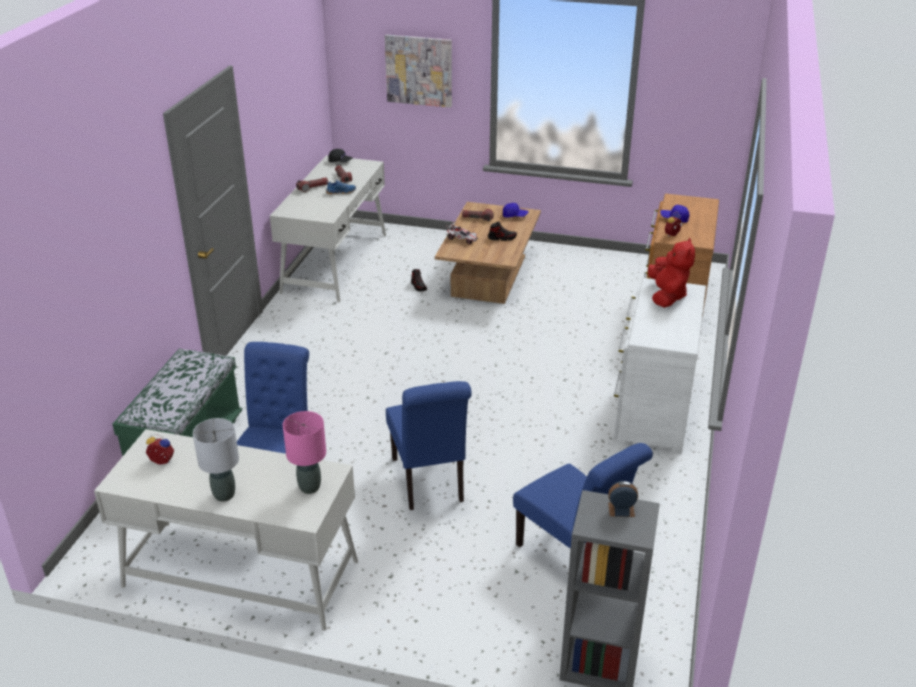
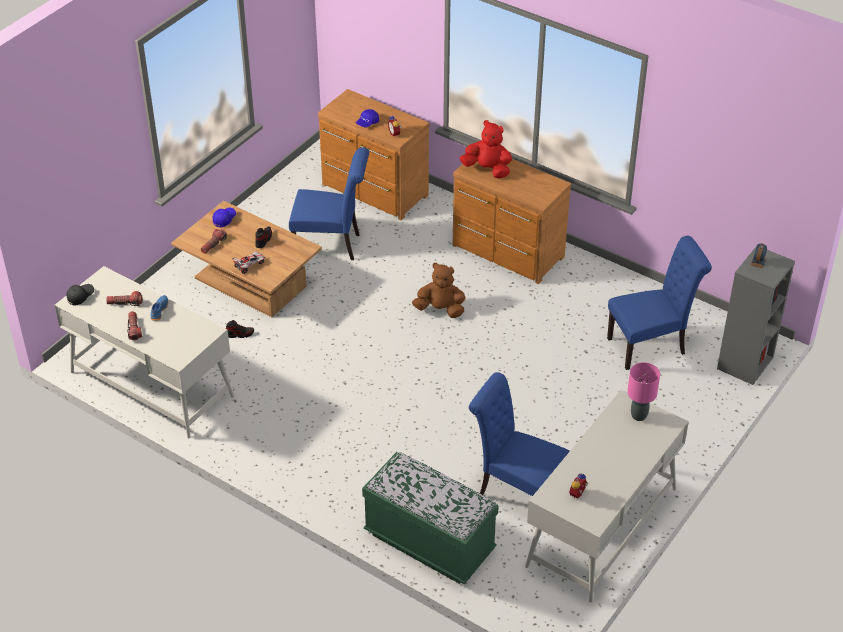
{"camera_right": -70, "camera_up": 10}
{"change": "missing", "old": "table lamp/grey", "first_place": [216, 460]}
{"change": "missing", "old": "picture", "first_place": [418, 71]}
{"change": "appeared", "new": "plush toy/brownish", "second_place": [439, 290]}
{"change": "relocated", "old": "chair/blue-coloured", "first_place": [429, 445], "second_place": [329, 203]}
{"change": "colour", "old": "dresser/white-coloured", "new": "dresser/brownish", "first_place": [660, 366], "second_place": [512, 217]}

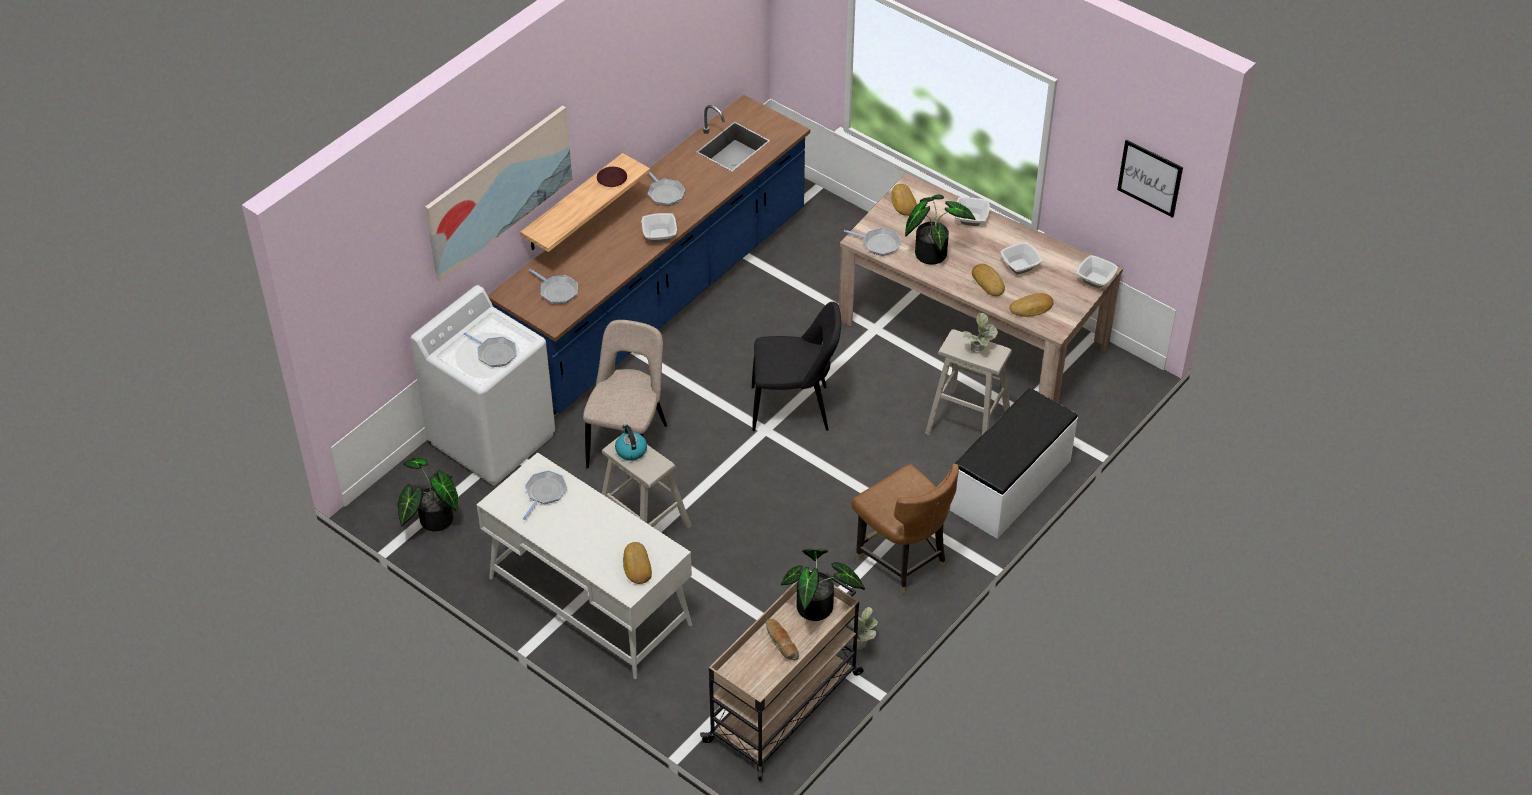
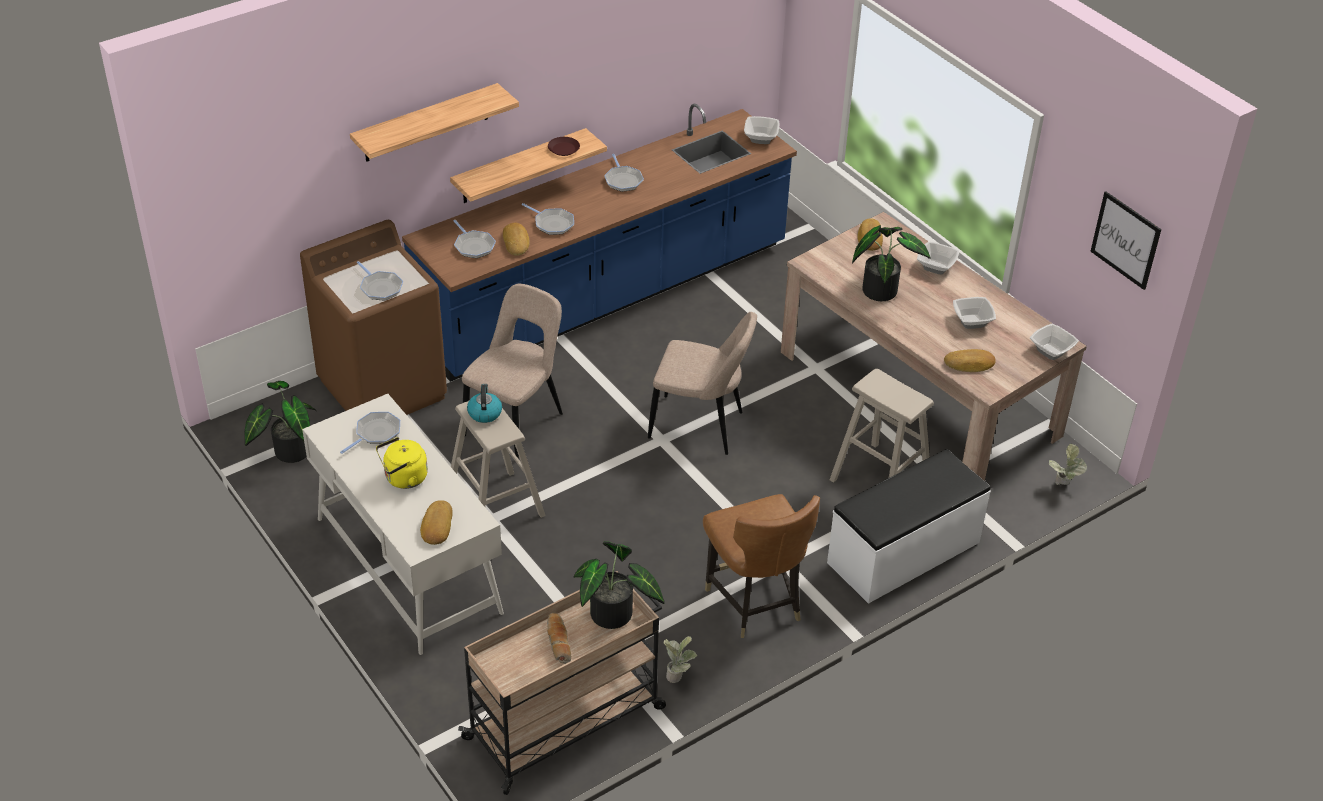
{"camera_right": 15, "camera_up": -5}
{"change": "appeared", "new": "kettle/yellowish", "second_place": [402, 463]}
{"change": "relocated", "old": "deep dish", "first_place": [659, 228], "second_place": [762, 130]}
{"change": "relocated", "old": "pan", "first_place": [872, 242], "second_place": [547, 219]}
{"change": "relocated", "old": "plant in a pot", "first_place": [980, 332], "second_place": [1068, 464]}
{"change": "relocated", "old": "baked bread", "first_place": [988, 280], "second_place": [516, 239]}
{"change": "exchanged", "old": "picture", "new": "wall shelf", "first_place": [498, 193], "second_place": [434, 122]}
{"change": "colour", "old": "washing machine/white-coloured", "new": "washing machine/brownish", "first_place": [482, 385], "second_place": [373, 317]}
{"change": "colour", "old": "chair/black-coloured", "new": "chair/sand-coloured", "first_place": [796, 366], "second_place": [702, 383]}

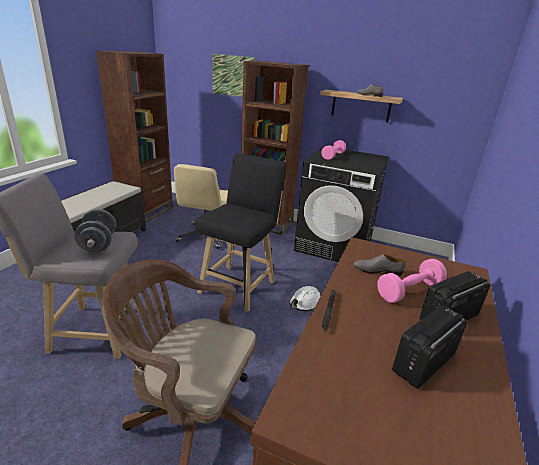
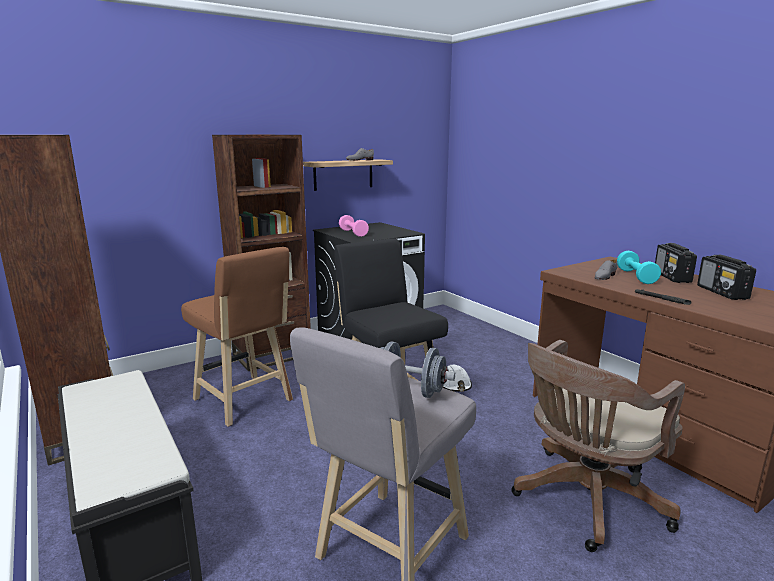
{"camera_right": -55, "camera_up": -10}
{"change": "missing", "old": "picture", "first_place": [233, 75]}
{"change": "exchanged", "old": "desk chair/sand-coloured", "new": "sitting stool/brownish", "first_place": [201, 206], "second_place": [237, 337]}
{"change": "colour", "old": "free weight/pinkish", "new": "free weight/turquoise-coloured", "first_place": [412, 281], "second_place": [639, 267]}

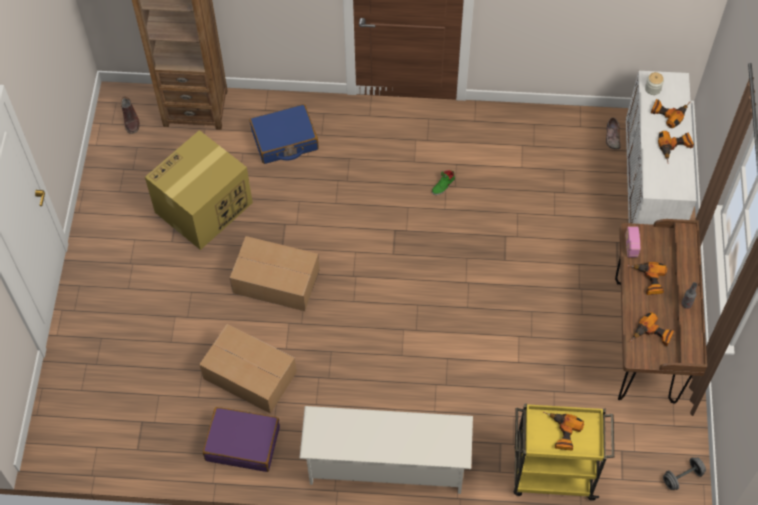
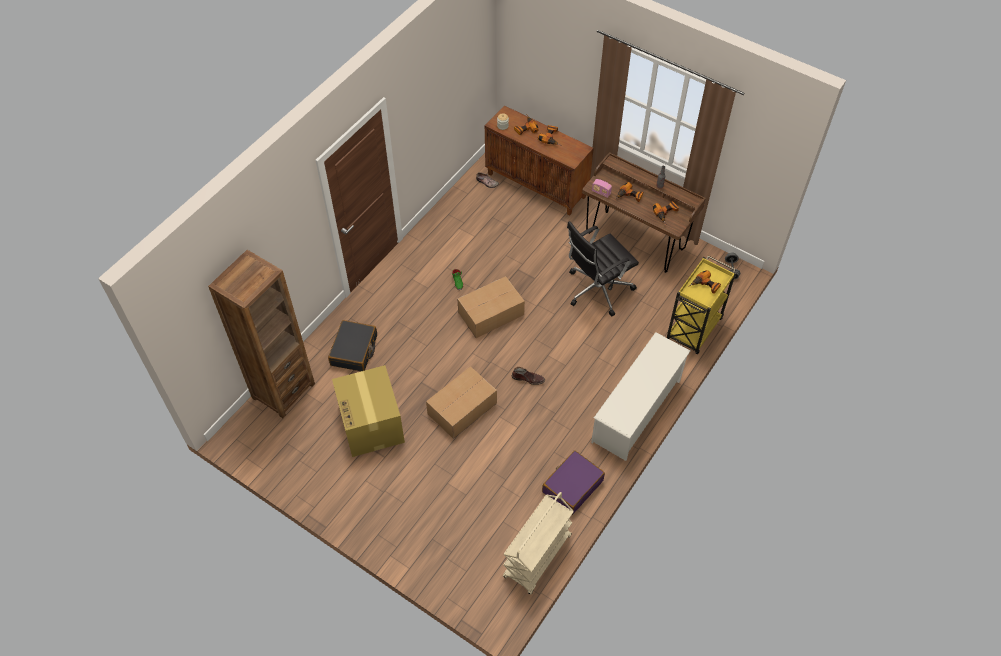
{"camera_right": -60, "camera_up": -5}
{"change": "appeared", "new": "trolley/sand-coloured", "second_place": [538, 543]}
{"change": "appeared", "new": "desk chair/black-coloured", "second_place": [603, 268]}
{"change": "relocated", "old": "tall boot/brownish", "first_place": [130, 115], "second_place": [528, 376]}
{"change": "relocated", "old": "carton", "first_place": [248, 369], "second_place": [491, 307]}
{"change": "colour", "old": "suitcase/blue-coloured", "new": "suitcase/black-coloured", "first_place": [284, 134], "second_place": [352, 345]}
{"change": "colour", "old": "cabinet/white-coloured", "new": "cabinet/brownish", "first_place": [661, 148], "second_place": [539, 160]}

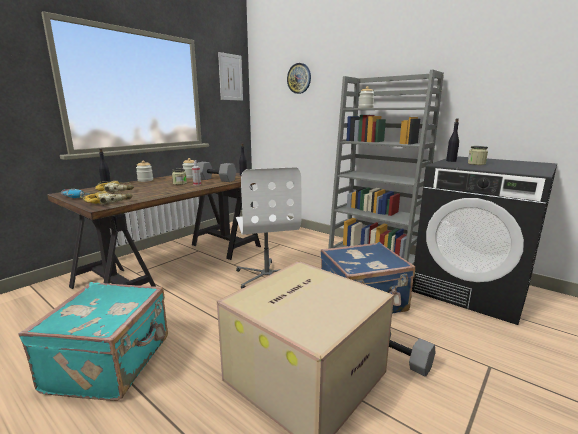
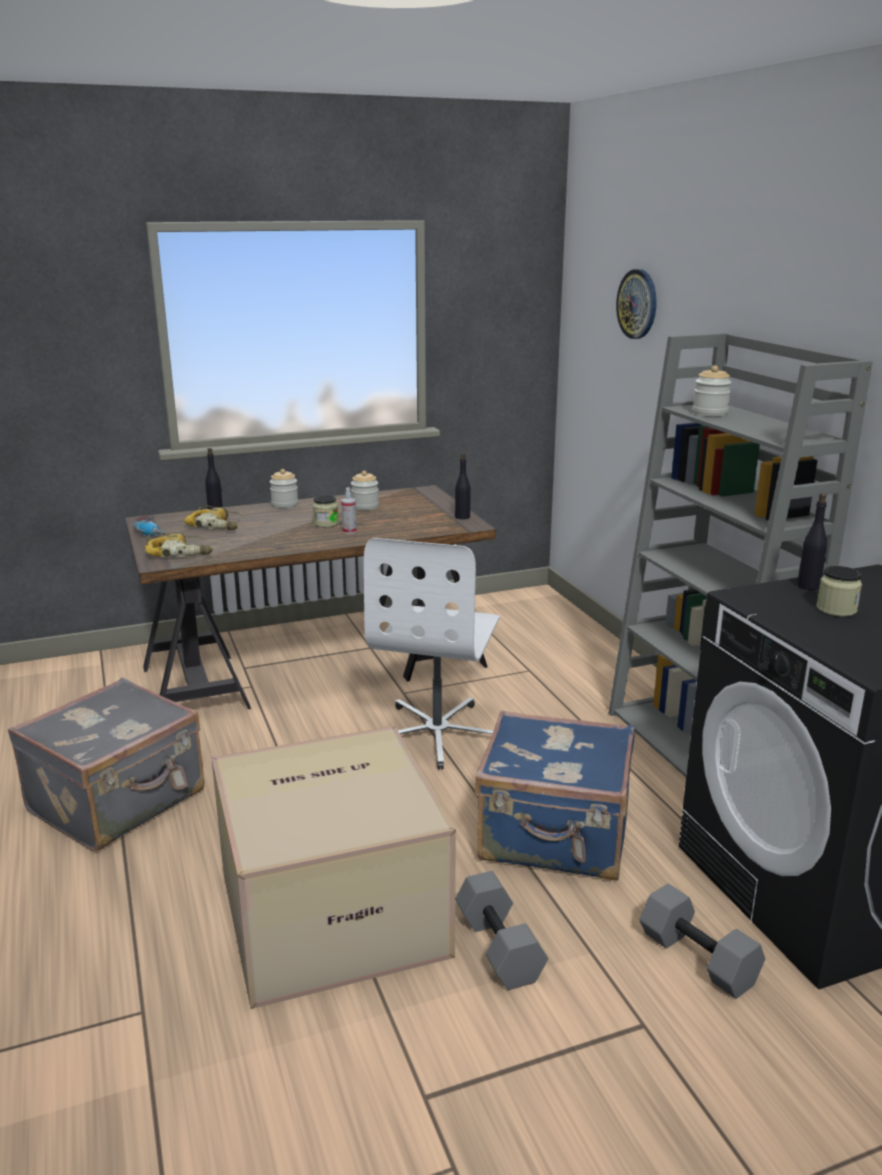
{"camera_right": 30, "camera_up": 5}
{"change": "missing", "old": "picture", "first_place": [230, 76]}
{"change": "relocated", "old": "free weight/grey", "first_place": [216, 172], "second_place": [702, 941]}
{"change": "colour", "old": "suitcase/turquoise-coloured", "new": "suitcase/grey", "first_place": [93, 341], "second_place": [106, 764]}

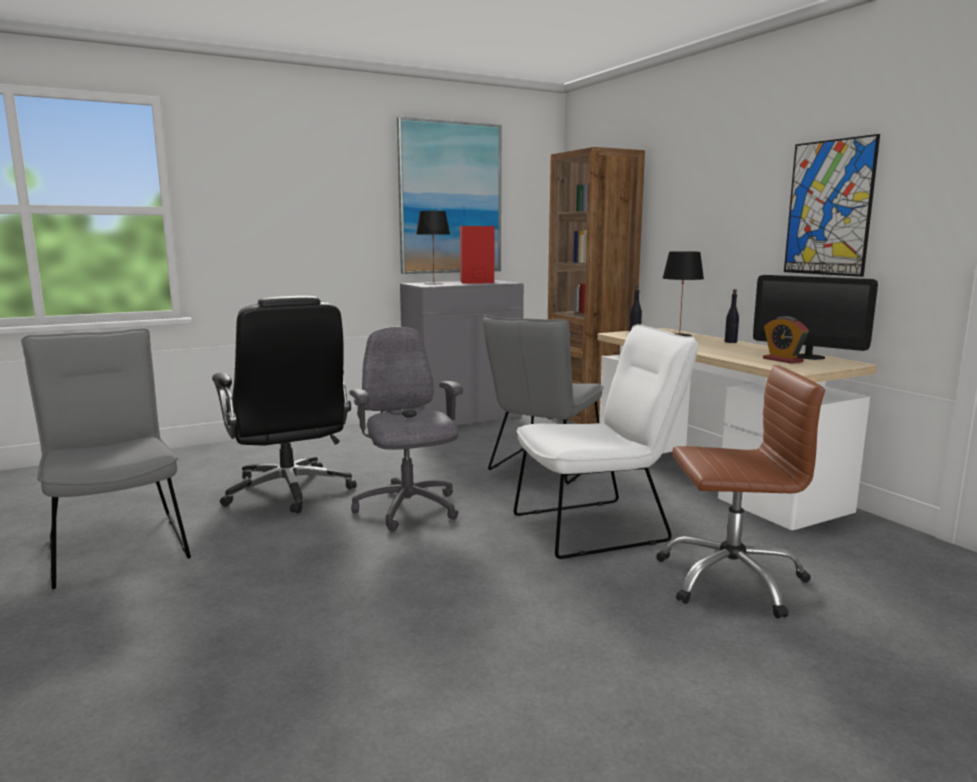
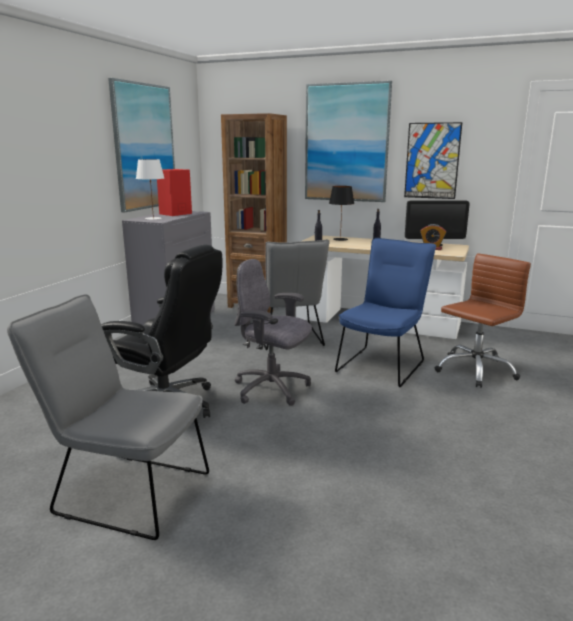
{"camera_right": -40, "camera_up": 5}
{"change": "appeared", "new": "picture", "second_place": [348, 141]}
{"change": "colour", "old": "table lamp/black-coloured", "new": "table lamp/white-coloured", "first_place": [433, 248], "second_place": [150, 189]}
{"change": "colour", "old": "chair/white-coloured", "new": "chair/blue-coloured", "first_place": [606, 441], "second_place": [385, 312]}

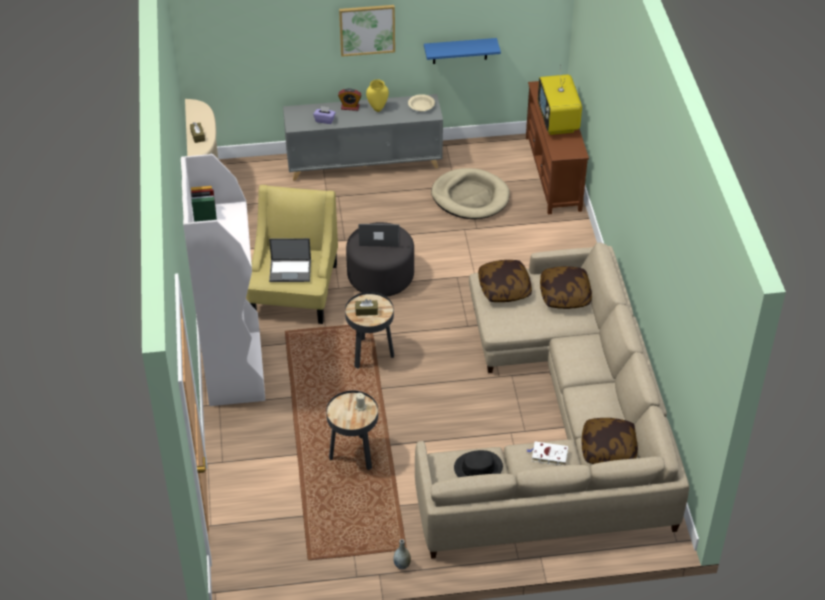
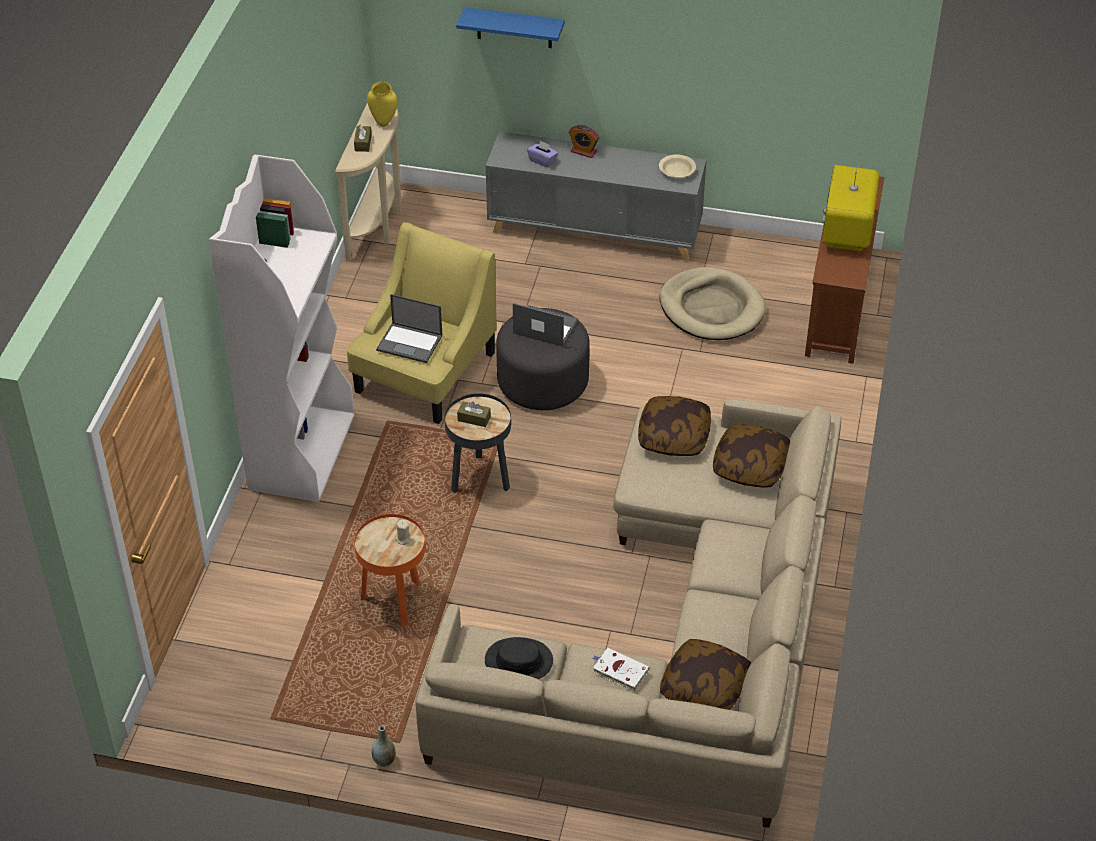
{"camera_right": 20, "camera_up": 0}
{"change": "missing", "old": "picture", "first_place": [367, 31]}
{"change": "relocated", "old": "vase/yellowish", "first_place": [377, 95], "second_place": [382, 104]}
{"change": "relocated", "old": "wall shelf/blue-coloured", "first_place": [462, 51], "second_place": [510, 27]}
{"change": "colour", "old": "end table/black-coloured", "new": "end table/orange", "first_place": [352, 430], "second_place": [389, 570]}

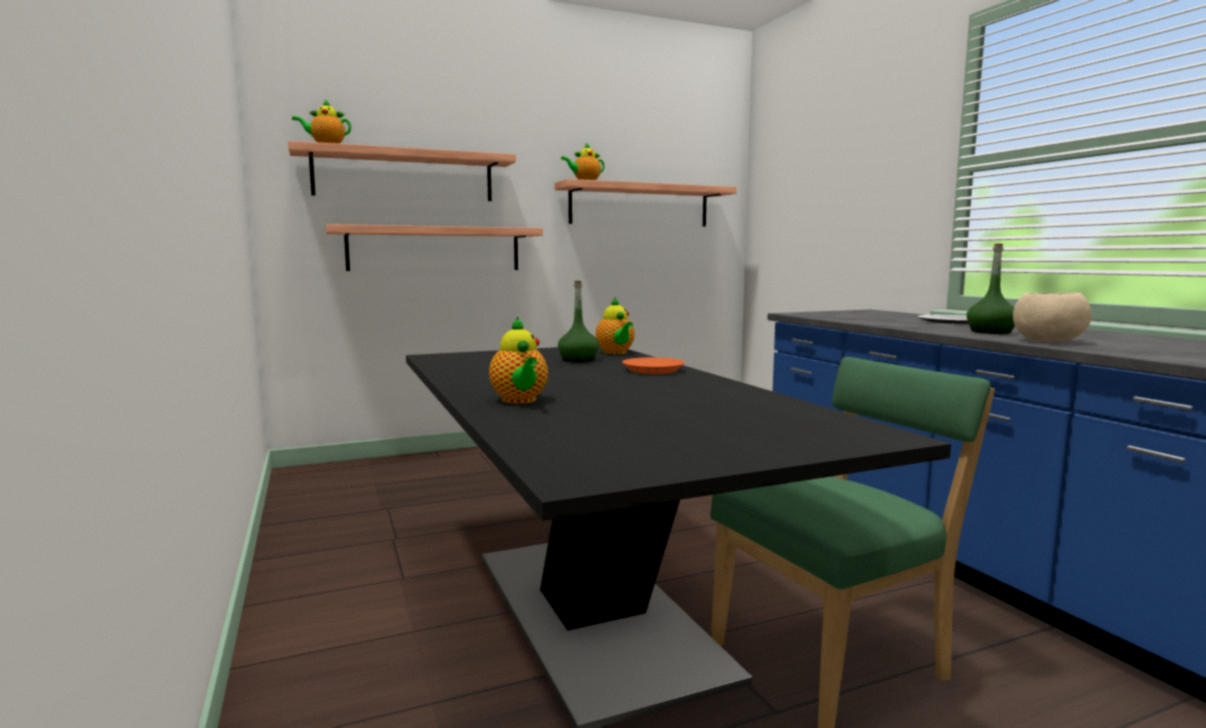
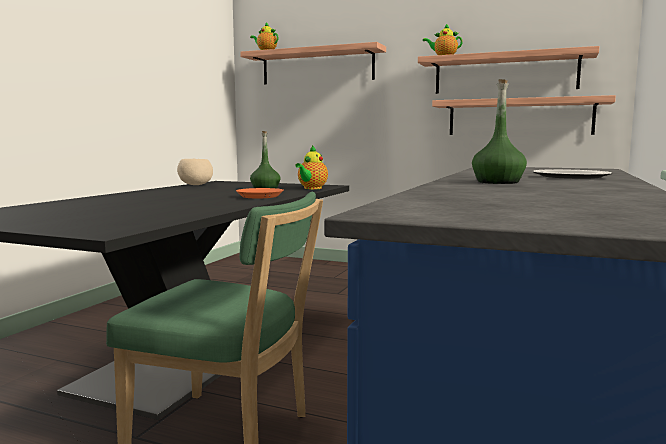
{"camera_right": 45, "camera_up": 0}
{"change": "missing", "old": "teapot", "first_place": [518, 360]}
{"change": "relocated", "old": "wall shelf", "first_place": [434, 247], "second_place": [524, 115]}
{"change": "relocated", "old": "deep dish/sand-coloured", "first_place": [1052, 317], "second_place": [195, 172]}

